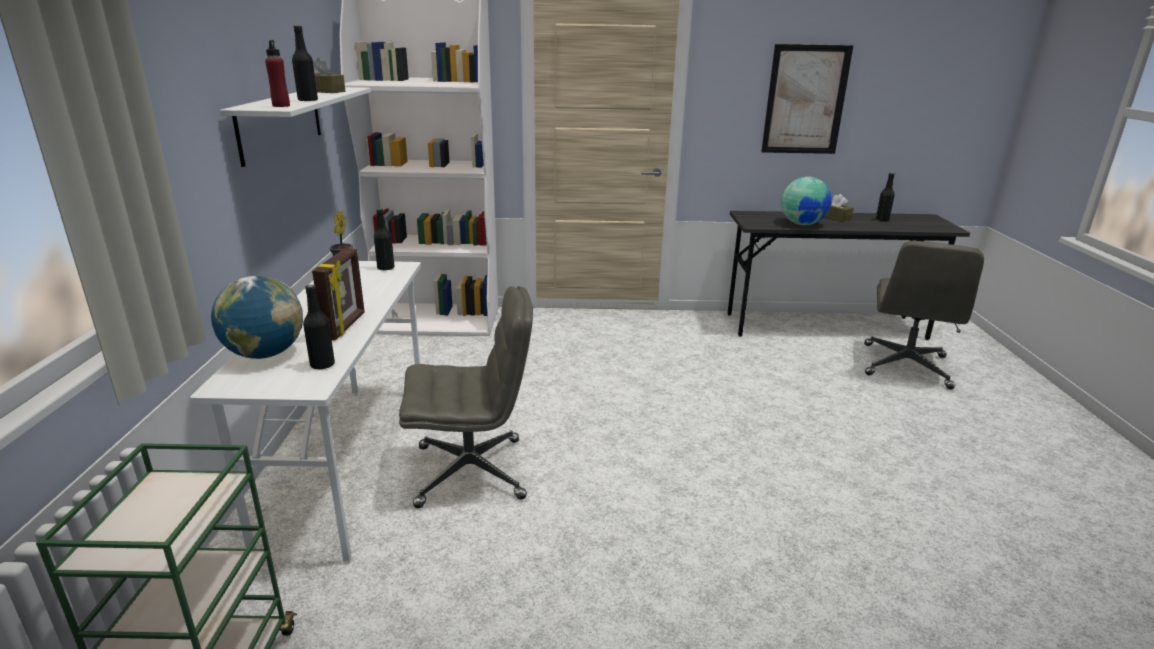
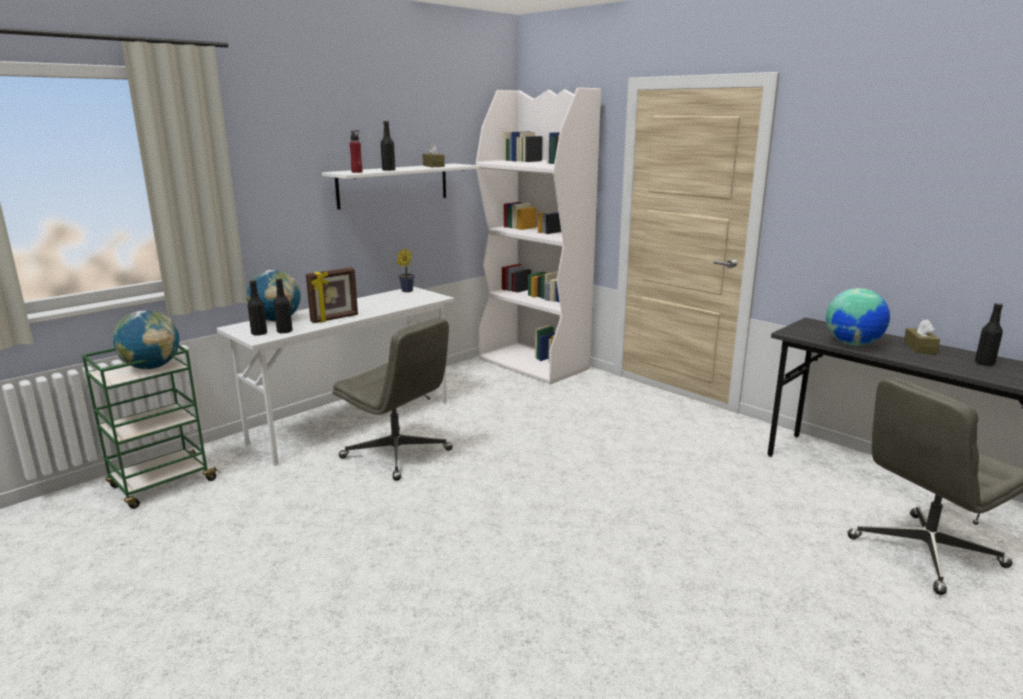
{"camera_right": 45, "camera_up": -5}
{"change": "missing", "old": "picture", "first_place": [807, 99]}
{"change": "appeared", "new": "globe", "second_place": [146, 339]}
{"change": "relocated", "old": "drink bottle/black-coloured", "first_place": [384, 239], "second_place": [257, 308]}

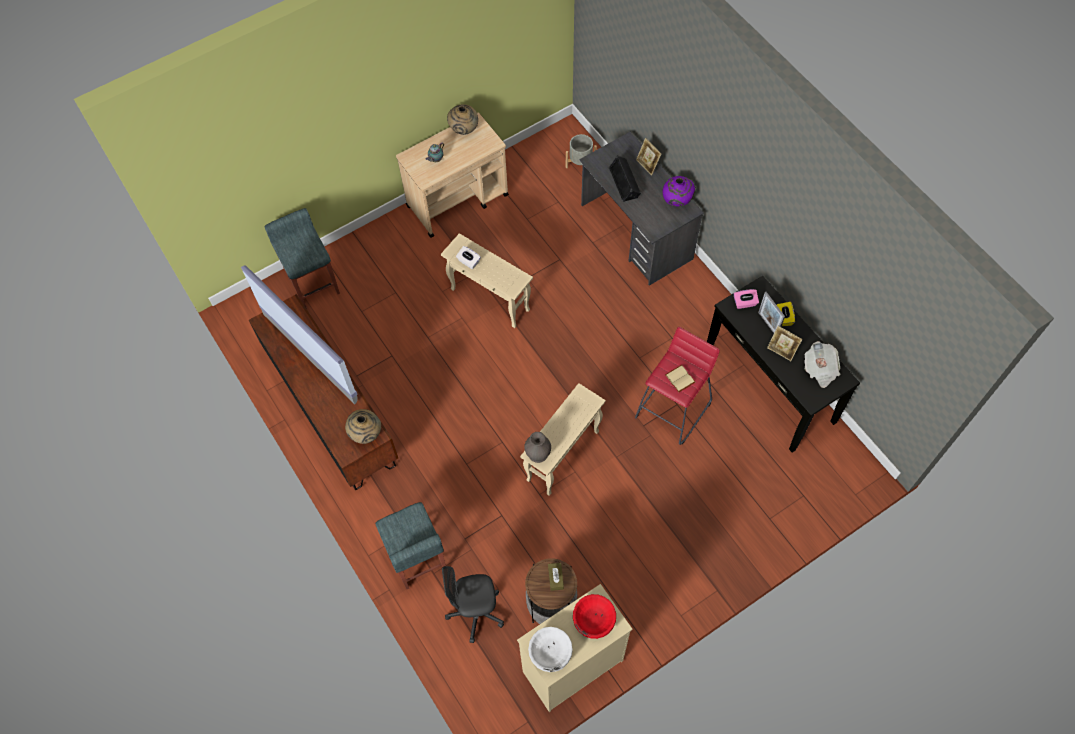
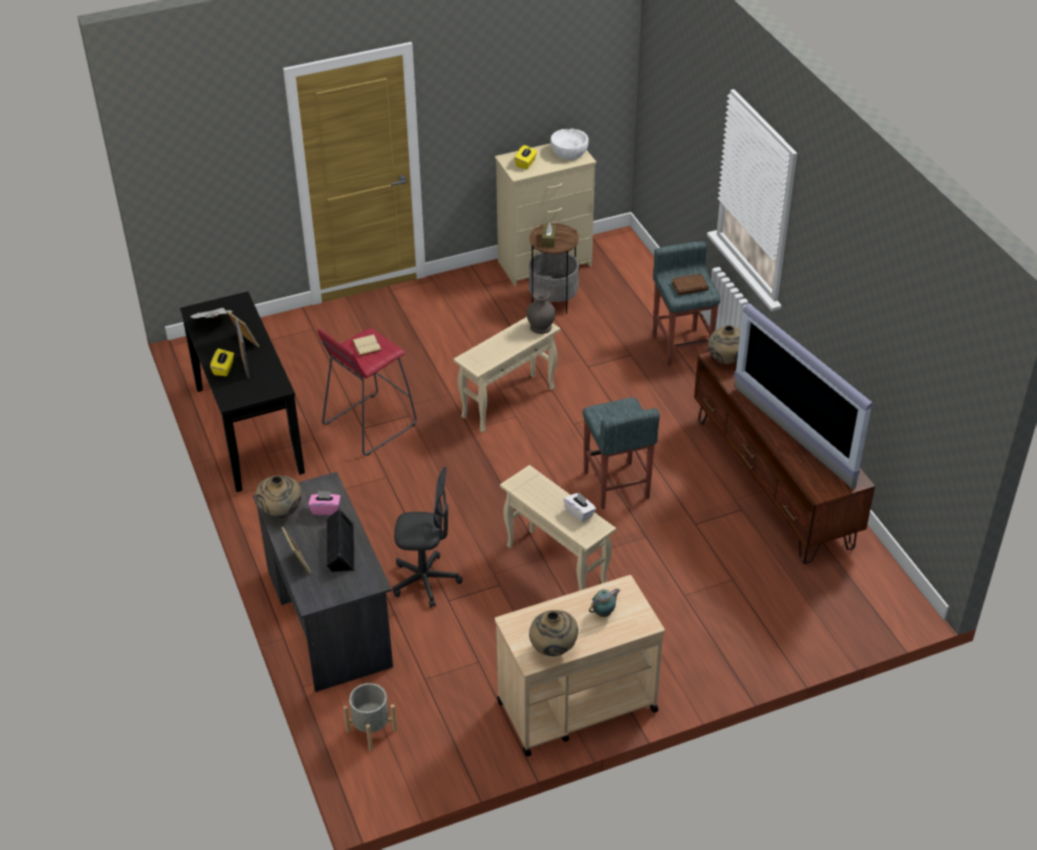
{"camera_right": -170, "camera_up": -20}
{"change": "appeared", "new": "bound book/brownish", "second_place": [690, 284]}
{"change": "relocated", "old": "sitting stool/grey", "first_place": [302, 258], "second_place": [621, 453]}
{"change": "relocated", "old": "desk chair/grey", "first_place": [473, 604], "second_place": [428, 537]}
{"change": "relocated", "old": "box of tissues/pinkish", "first_place": [746, 299], "second_place": [324, 503]}
{"change": "exchanged", "old": "deep dish/red", "new": "box of tissues/yellowish", "first_place": [594, 616], "second_place": [525, 157]}
{"change": "colour", "old": "vase/purplish", "new": "vase/sand-coloured", "first_place": [678, 191], "second_place": [279, 496]}

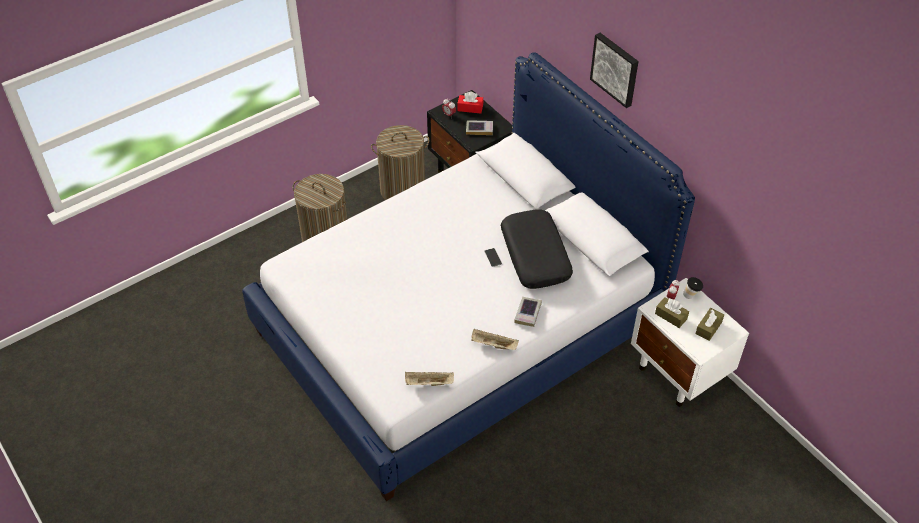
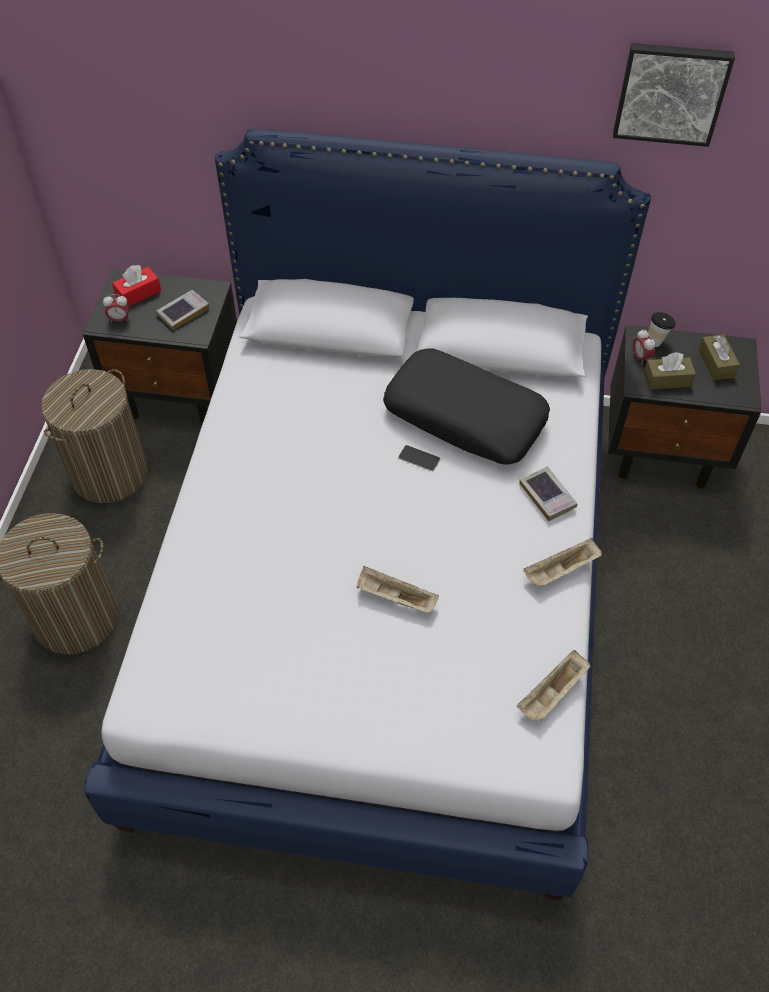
{"camera_right": -45, "camera_up": 5}
{"change": "appeared", "new": "tray/sand-coloured", "second_place": [397, 589]}
{"change": "relocated", "old": "picture", "first_place": [614, 70], "second_place": [674, 95]}
{"change": "colour", "old": "bedside table/white-coloured", "new": "bedside table/black-coloured", "first_place": [690, 342], "second_place": [684, 406]}

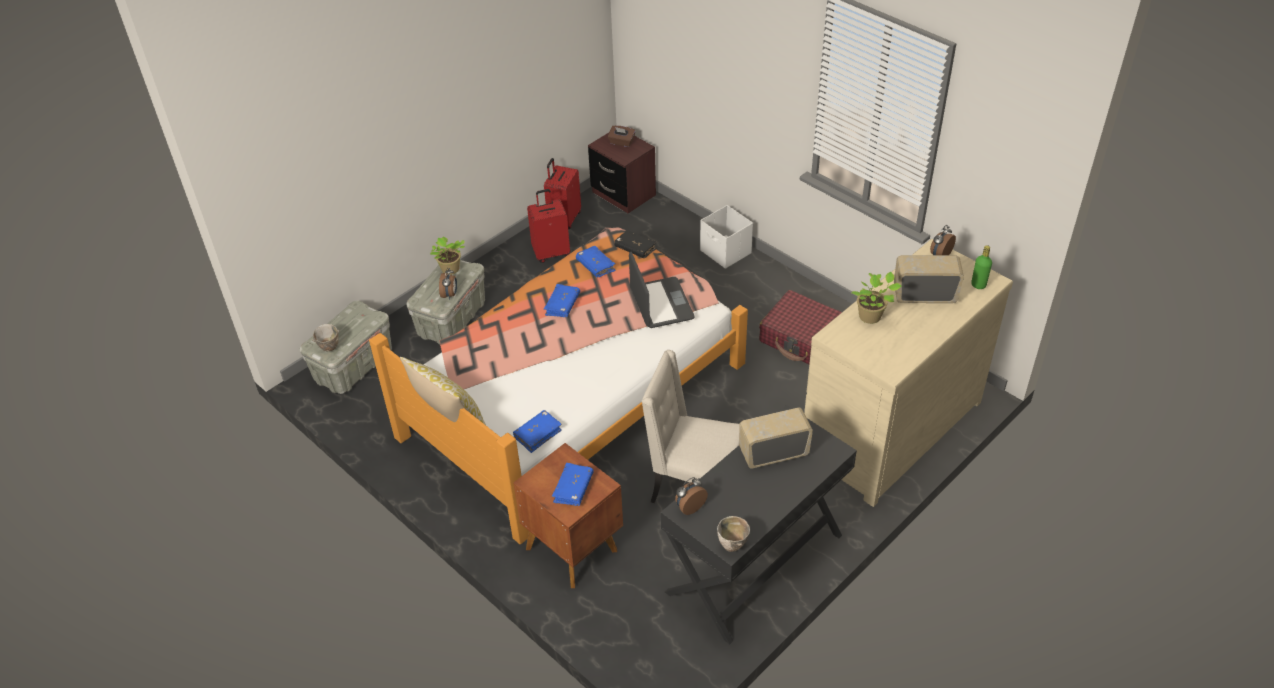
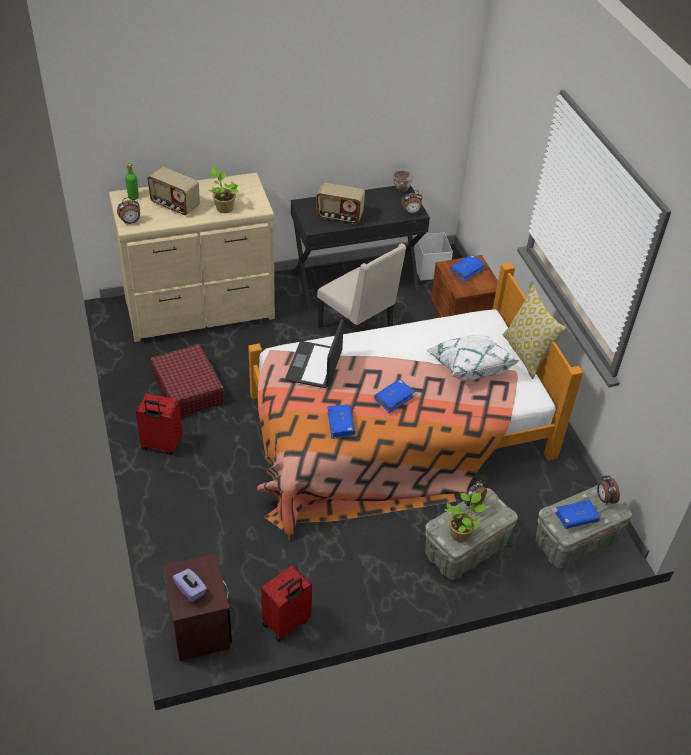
{"camera_right": -155, "camera_up": 0}
{"change": "missing", "old": "bound book/black-coloured", "first_place": [635, 244]}
{"change": "appeared", "new": "cushion/white-coloured", "second_place": [472, 357]}
{"change": "relocated", "old": "bound book/blue-coloured", "first_place": [537, 431], "second_place": [577, 514]}
{"change": "relocated", "old": "suitcase/red", "first_place": [548, 226], "second_place": [159, 424]}
{"change": "relocated", "old": "storage container/white-coloured", "first_place": [726, 237], "second_place": [433, 256]}
{"change": "exchanged", "old": "deep dish", "new": "alarm clock", "first_place": [325, 337], "second_place": [608, 489]}
{"change": "colour", "old": "box of tissues/brownish", "new": "box of tissues/purplish", "first_place": [621, 136], "second_place": [190, 586]}

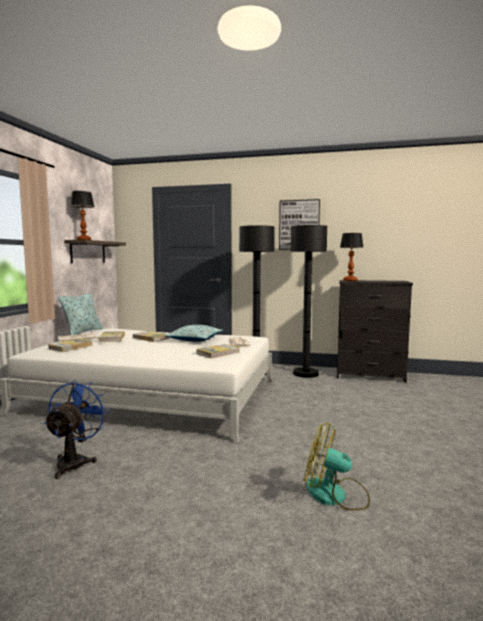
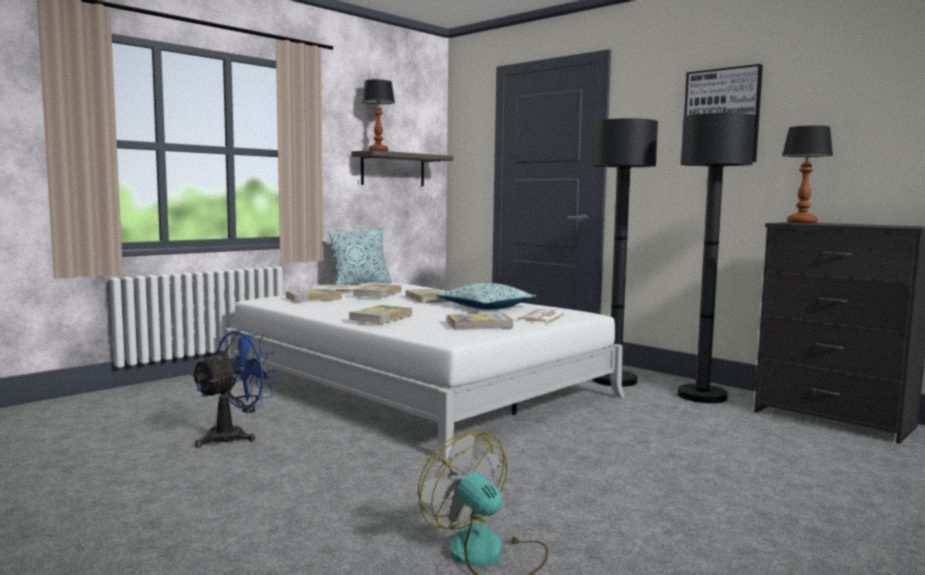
{"camera_right": 30, "camera_up": 0}
{"change": "appeared", "new": "bound book", "second_place": [380, 314]}

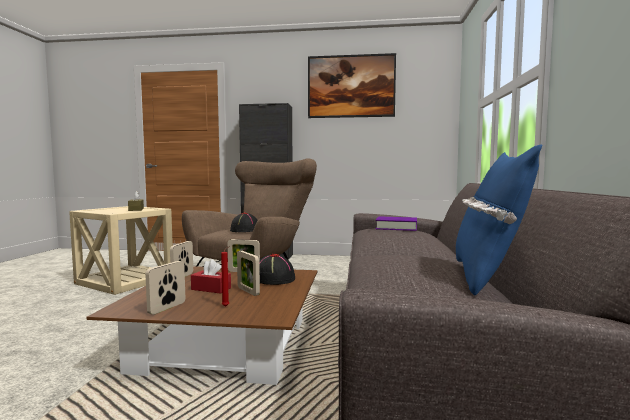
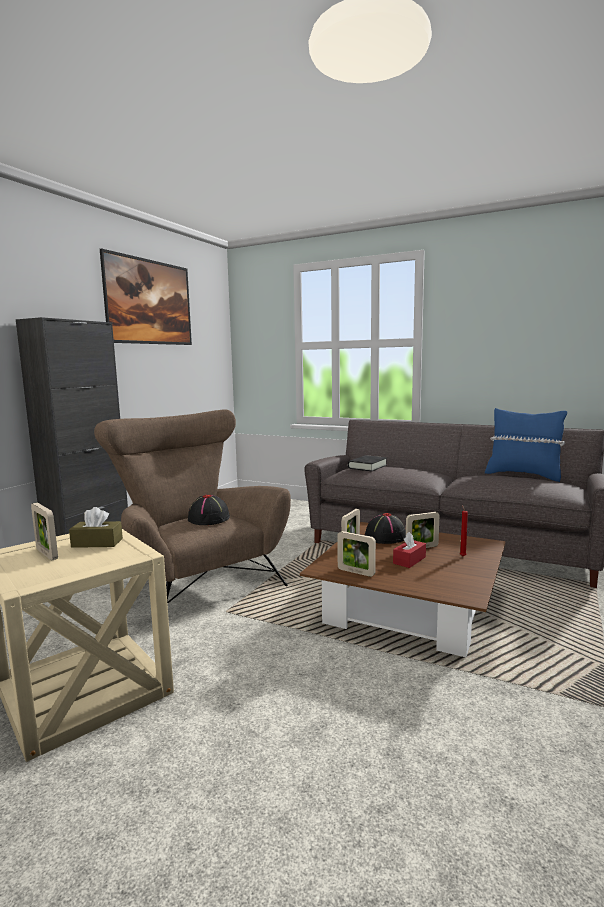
{"camera_right": -70, "camera_up": 5}
{"change": "relocated", "old": "standing frame", "first_place": [165, 288], "second_place": [44, 531]}
{"change": "colour", "old": "bound book/purplish", "new": "bound book/black-coloured", "first_place": [396, 223], "second_place": [367, 463]}

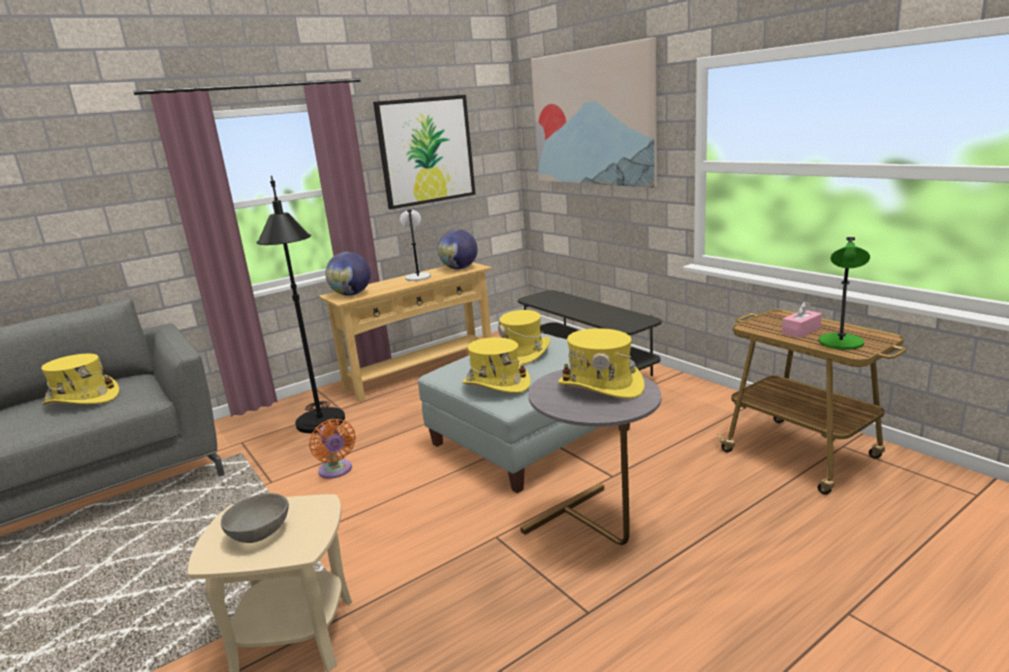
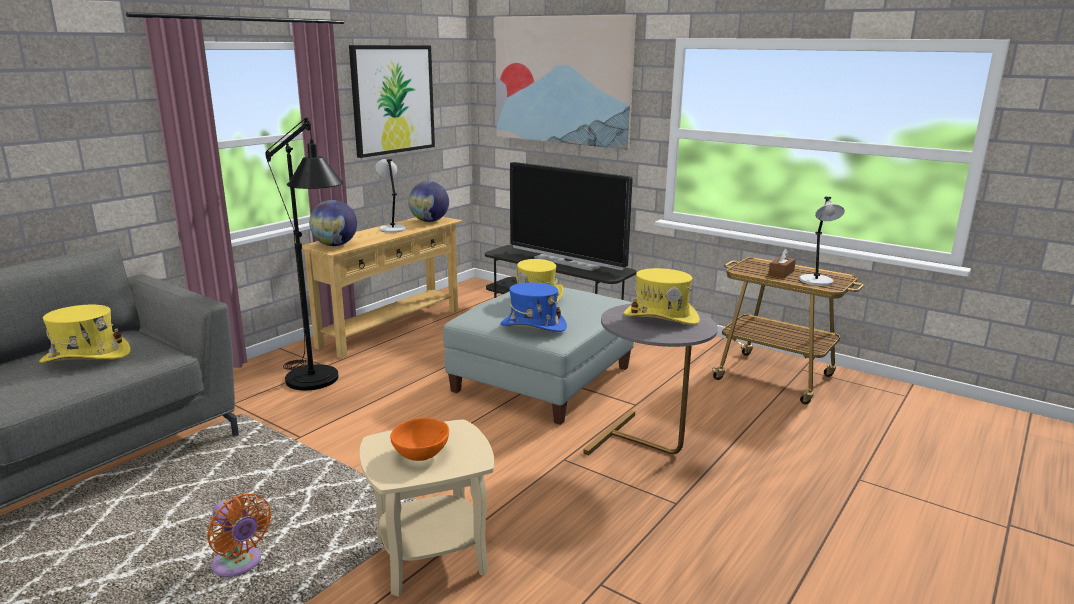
{"camera_right": -20, "camera_up": 0}
{"change": "appeared", "new": "television", "second_place": [571, 216]}
{"change": "relocated", "old": "fan/orange", "first_place": [332, 449], "second_place": [239, 535]}
{"change": "colour", "old": "deep dish/grey", "new": "deep dish/orange", "first_place": [255, 518], "second_place": [419, 439]}
{"change": "colour", "old": "wearable hat/yellowish", "new": "wearable hat/blue-coloured", "first_place": [496, 365], "second_place": [534, 307]}
{"change": "colour", "old": "box of tissues/pinkish", "new": "box of tissues/brownish", "first_place": [802, 319], "second_place": [782, 263]}
{"change": "colour", "old": "table lamp/greenish", "new": "table lamp/grey", "first_place": [844, 293], "second_place": [822, 241]}

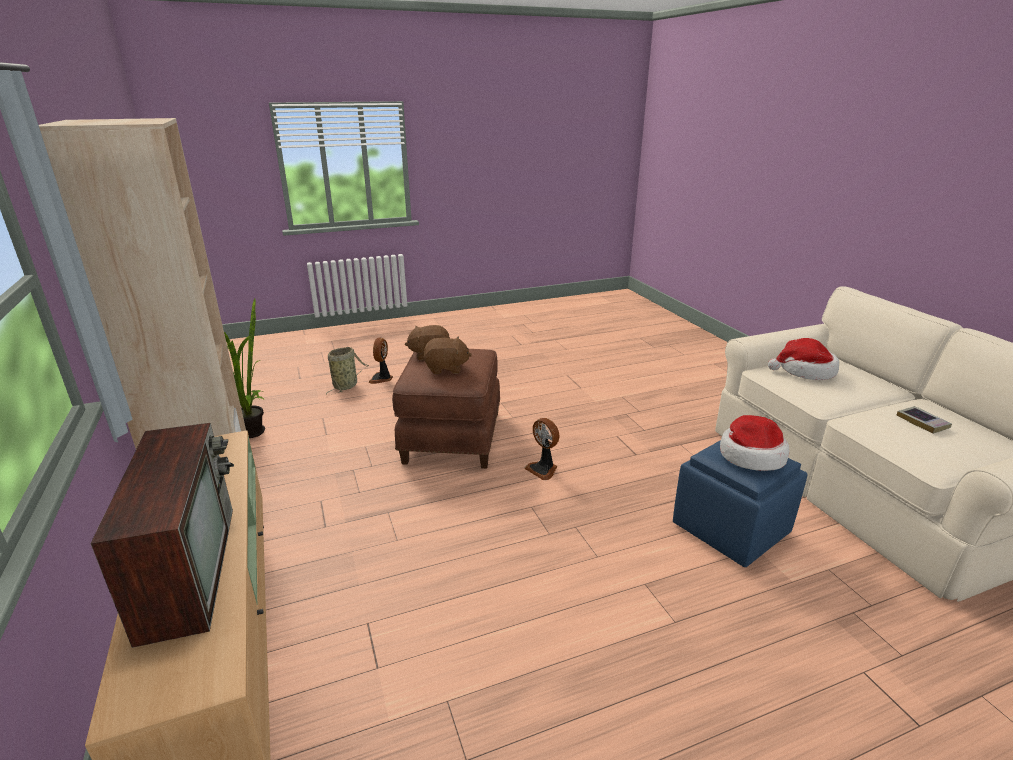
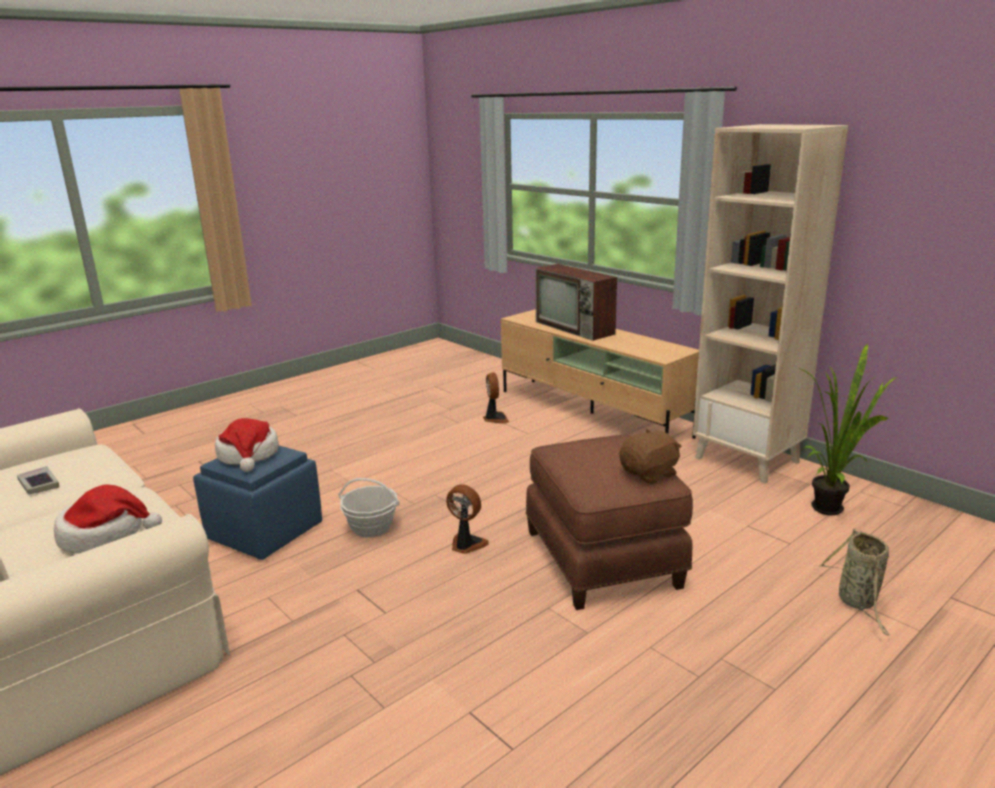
{"camera_right": 160, "camera_up": -5}
{"change": "missing", "old": "plush toy/brownish", "first_place": [447, 355]}
{"change": "appeared", "new": "basket", "second_place": [369, 508]}
{"change": "relocated", "old": "fan", "first_place": [380, 360], "second_place": [496, 397]}

